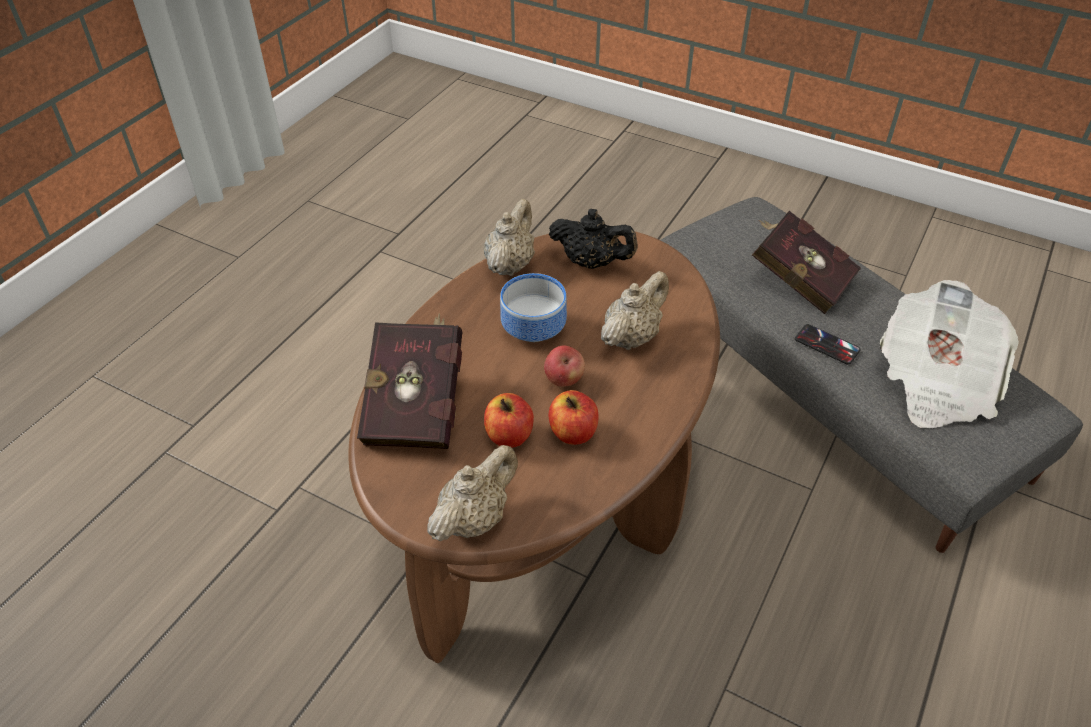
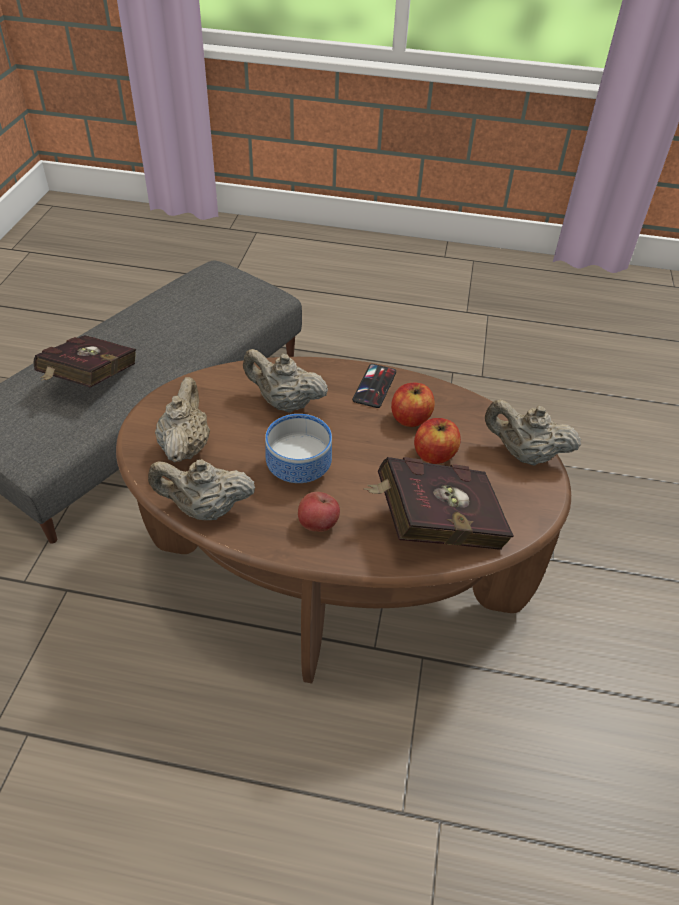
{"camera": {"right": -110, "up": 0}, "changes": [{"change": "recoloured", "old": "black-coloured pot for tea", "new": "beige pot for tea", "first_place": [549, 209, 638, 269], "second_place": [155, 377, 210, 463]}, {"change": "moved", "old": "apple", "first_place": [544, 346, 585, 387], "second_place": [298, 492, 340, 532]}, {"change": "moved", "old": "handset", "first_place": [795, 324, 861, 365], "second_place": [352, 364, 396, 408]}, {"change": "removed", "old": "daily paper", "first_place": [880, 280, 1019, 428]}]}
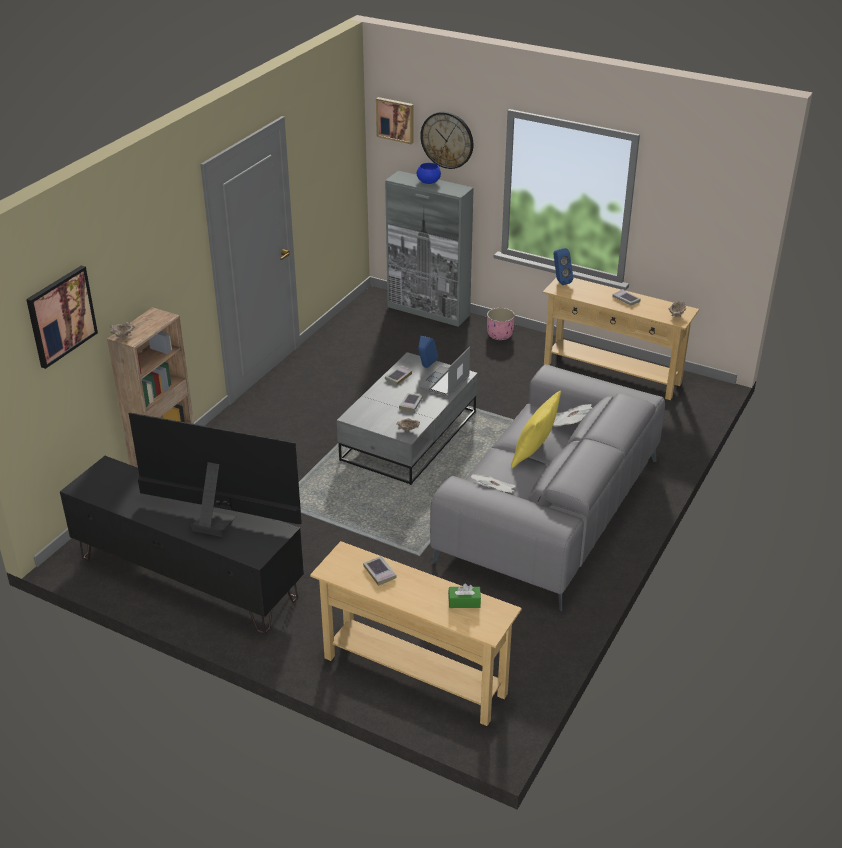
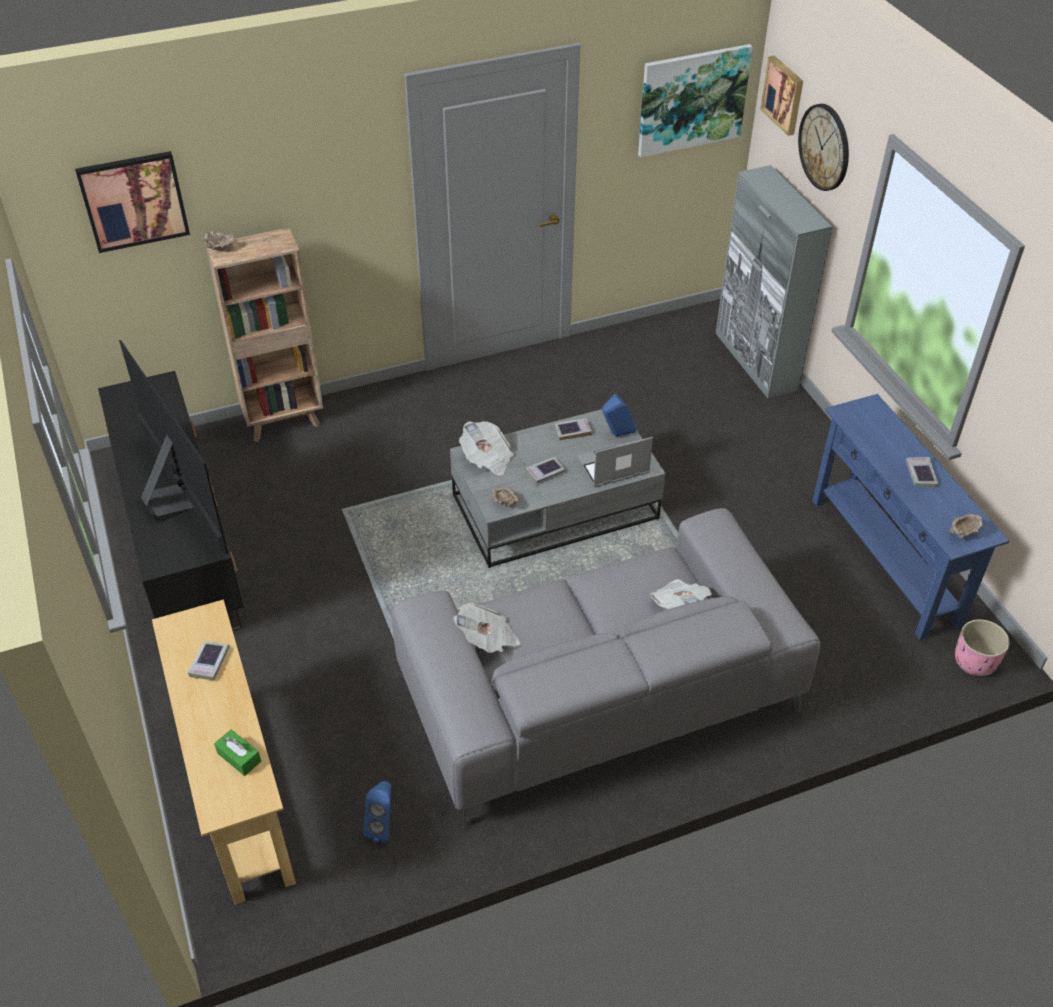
{"camera": {"right": 40, "up": 10}, "changes": [{"change": "moved", "old": "blue-coloured loudspeaker", "first_place": [553, 248, 573, 285], "second_place": [363, 781, 391, 843]}, {"change": "added", "new": "daily paper", "second_place": [459, 421, 514, 476]}, {"change": "added", "new": "picture", "second_place": [638, 44, 752, 157]}, {"change": "recoloured", "old": "beige hall table", "new": "blue-coloured hall table", "first_place": [543, 278, 699, 400], "second_place": [812, 394, 1009, 640]}, {"change": "moved", "old": "pink planter", "first_place": [487, 308, 515, 340], "second_place": [955, 619, 1010, 676]}, {"change": "removed", "old": "blue-coloured deep dish", "first_place": [417, 163, 441, 184]}, {"change": "removed", "old": "yellowish throw pillow", "first_place": [511, 391, 561, 468]}]}
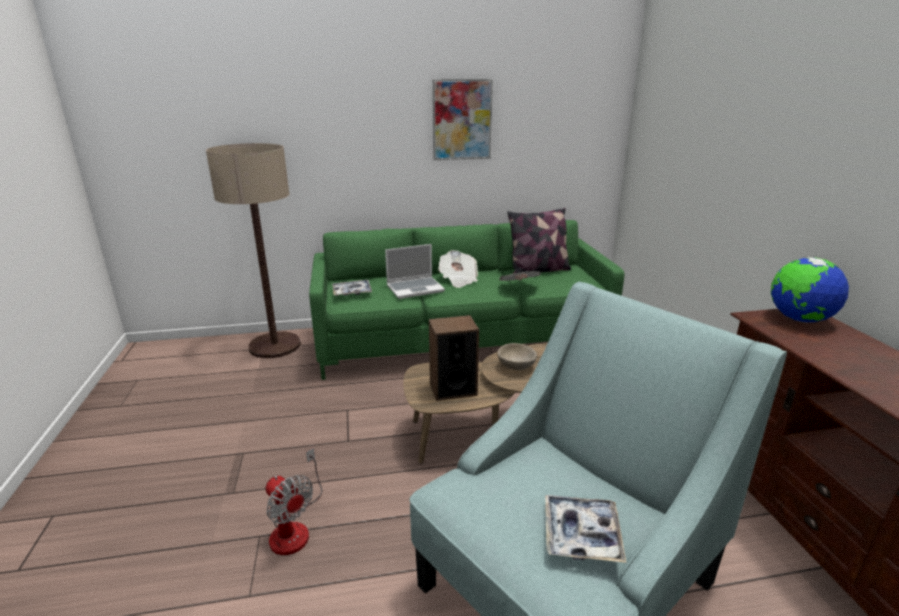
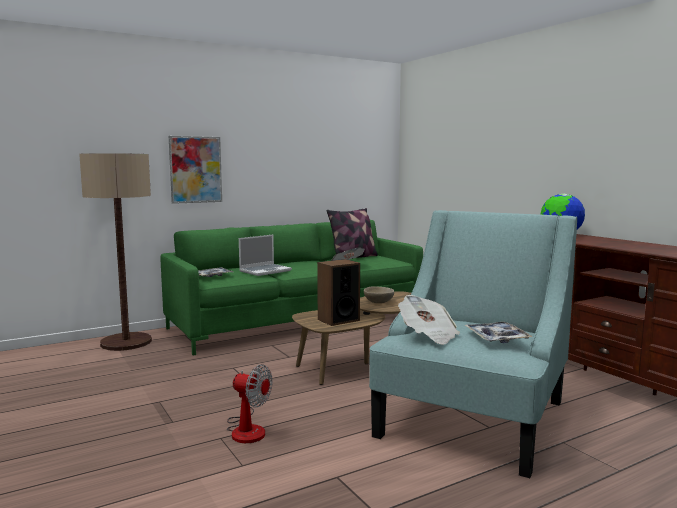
{"camera": {"right": -20, "up": -15}, "changes": [{"change": "moved", "old": "picture", "first_place": [433, 79, 493, 160], "second_place": [169, 136, 222, 204]}, {"change": "moved", "old": "daily paper", "first_place": [438, 250, 478, 288], "second_place": [398, 295, 460, 345]}]}
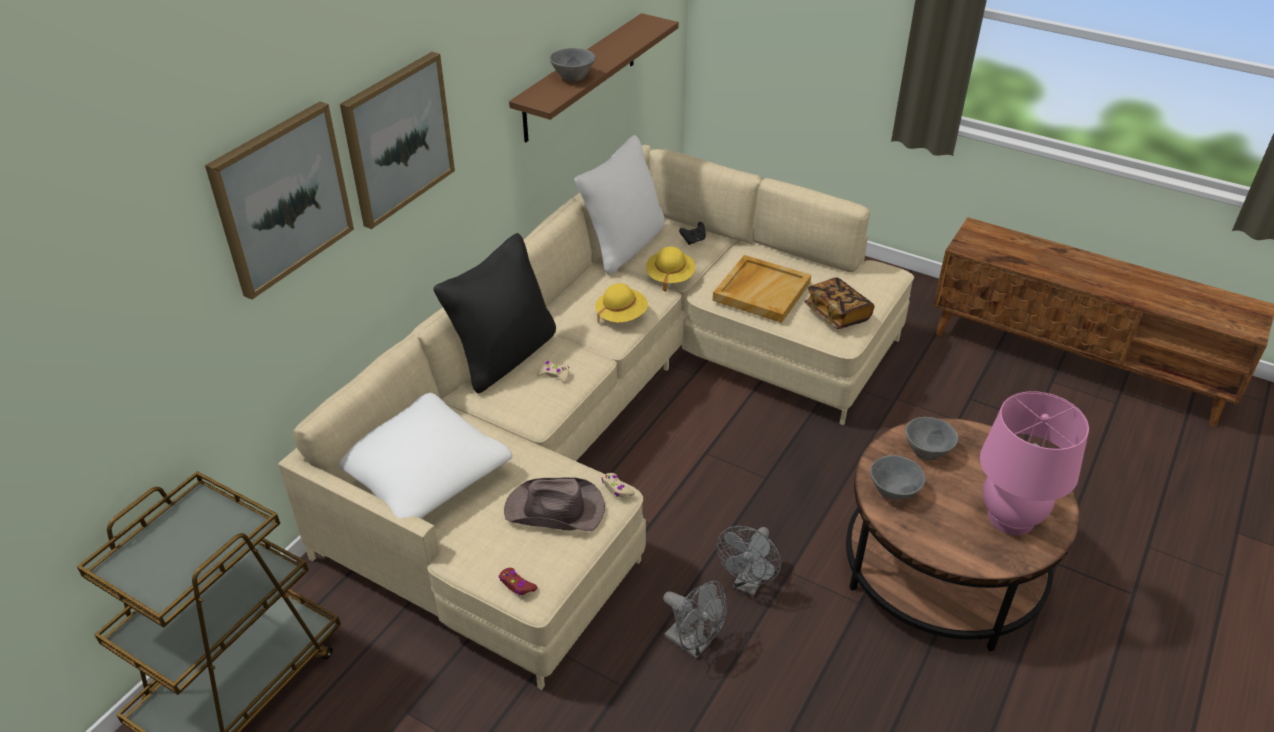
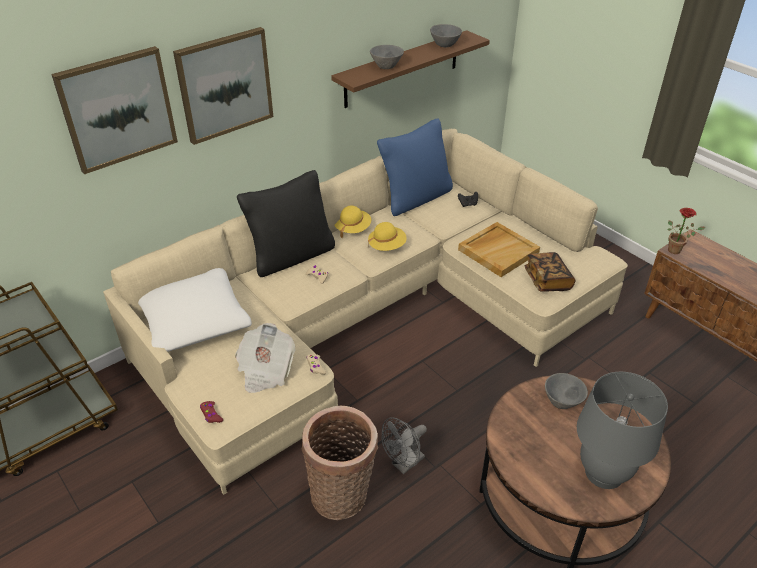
{"camera": {"right": 20, "up": 0}, "changes": [{"change": "replaced", "old": "brownish clothing hat", "new": "daily paper", "first_place": [504, 477, 605, 531], "second_place": [235, 323, 296, 393]}, {"change": "replaced", "old": "greyish electric fan", "new": "storage basket", "first_place": [663, 581, 727, 659], "second_place": [302, 406, 378, 520]}, {"change": "moved", "old": "yellowish clothing hat", "first_place": [646, 247, 695, 292], "second_place": [334, 206, 371, 238]}, {"change": "recoloured", "old": "whitish throw pillow", "new": "blue-coloured throw pillow", "first_place": [574, 135, 665, 275], "second_place": [377, 118, 453, 216]}, {"change": "moved", "old": "greyish deep dish", "first_place": [870, 455, 925, 500], "second_place": [430, 24, 462, 47]}, {"change": "recoloured", "old": "pink tabletop lamp", "new": "greyish tabletop lamp", "first_place": [980, 391, 1089, 535], "second_place": [577, 372, 668, 489]}, {"change": "added", "new": "potted plant", "second_place": [668, 208, 706, 254]}]}
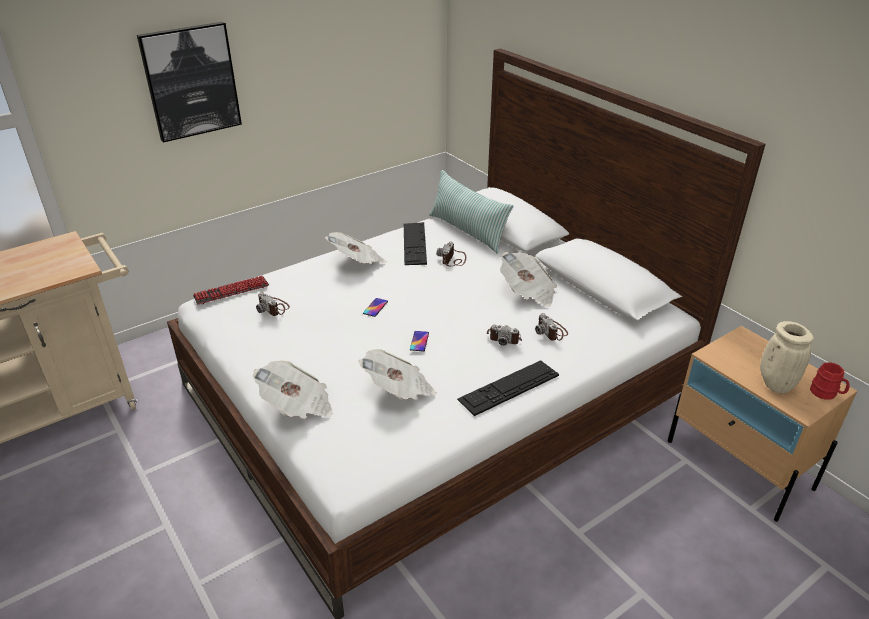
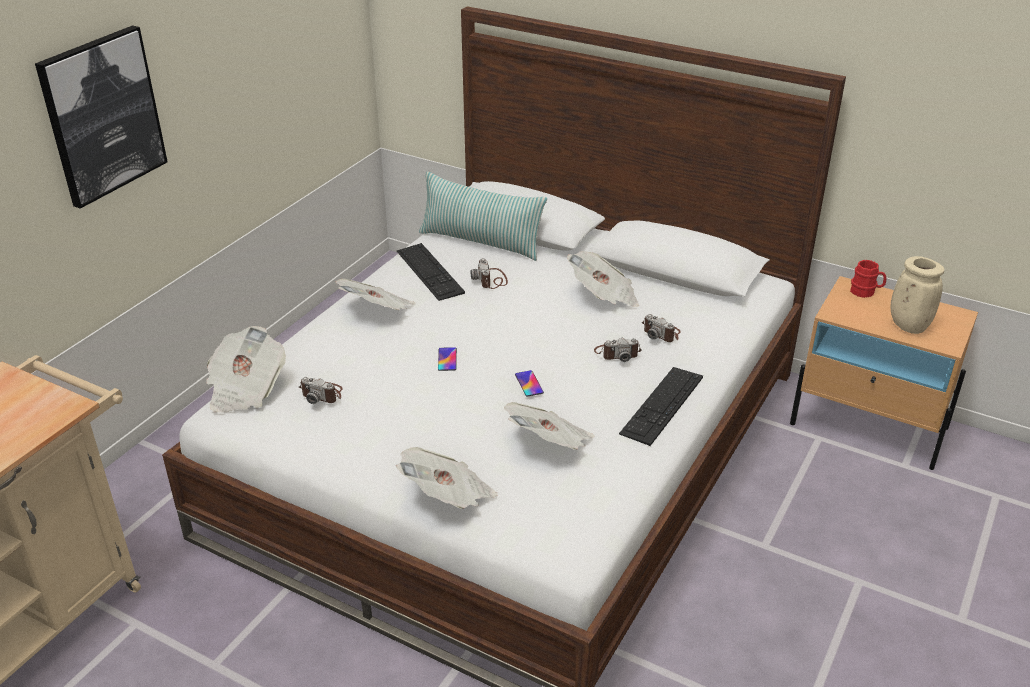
{"camera": {"right": -25, "up": 0}, "changes": [{"change": "replaced", "old": "computer keyboard", "new": "daily paper", "first_place": [193, 276, 269, 304], "second_place": [206, 326, 286, 413]}, {"change": "moved", "old": "red coffee mug", "first_place": [810, 362, 849, 400], "second_place": [850, 260, 886, 298]}]}
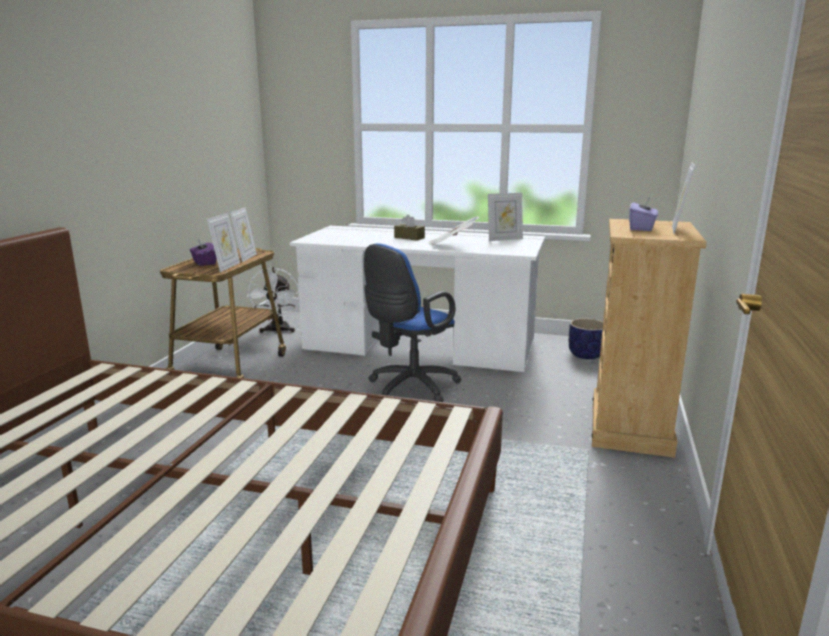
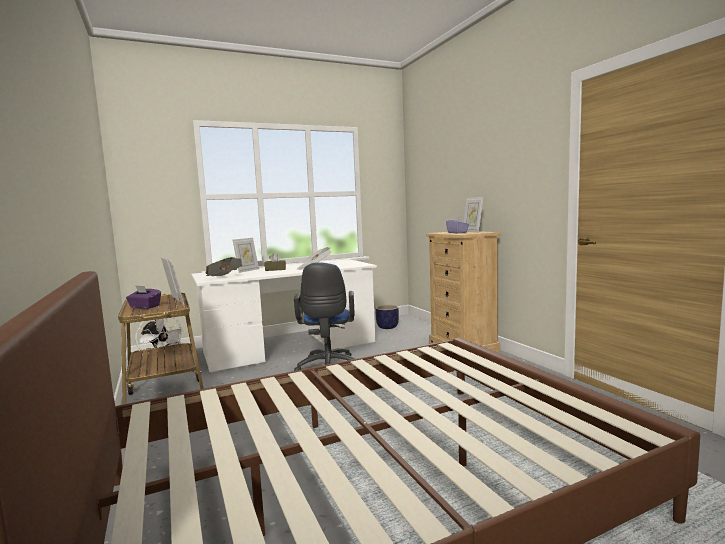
{"camera": {"right": -40, "up": -10}, "changes": [{"change": "added", "new": "daily paper", "second_place": [206, 257, 242, 276]}, {"change": "moved", "old": "picture frame", "first_place": [488, 193, 523, 241], "second_place": [233, 238, 259, 273]}]}
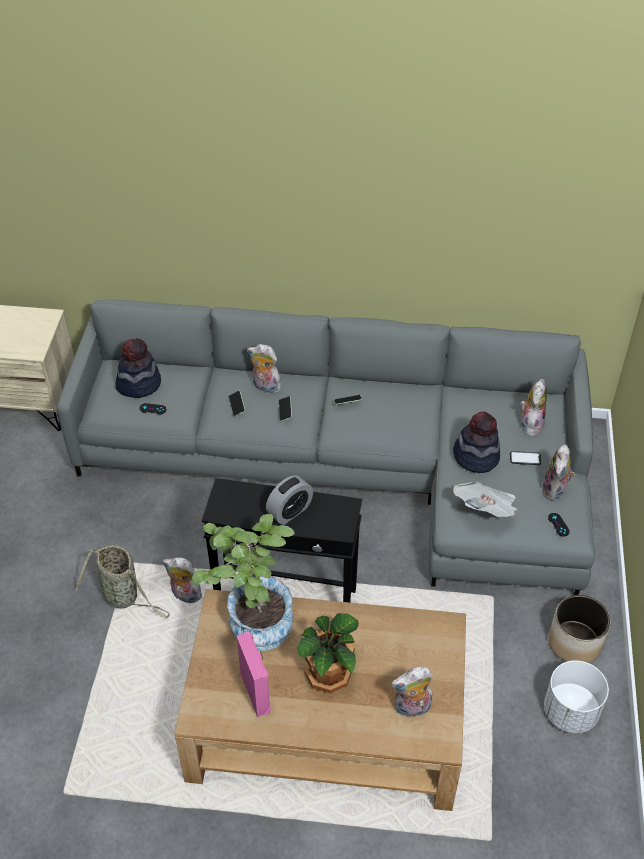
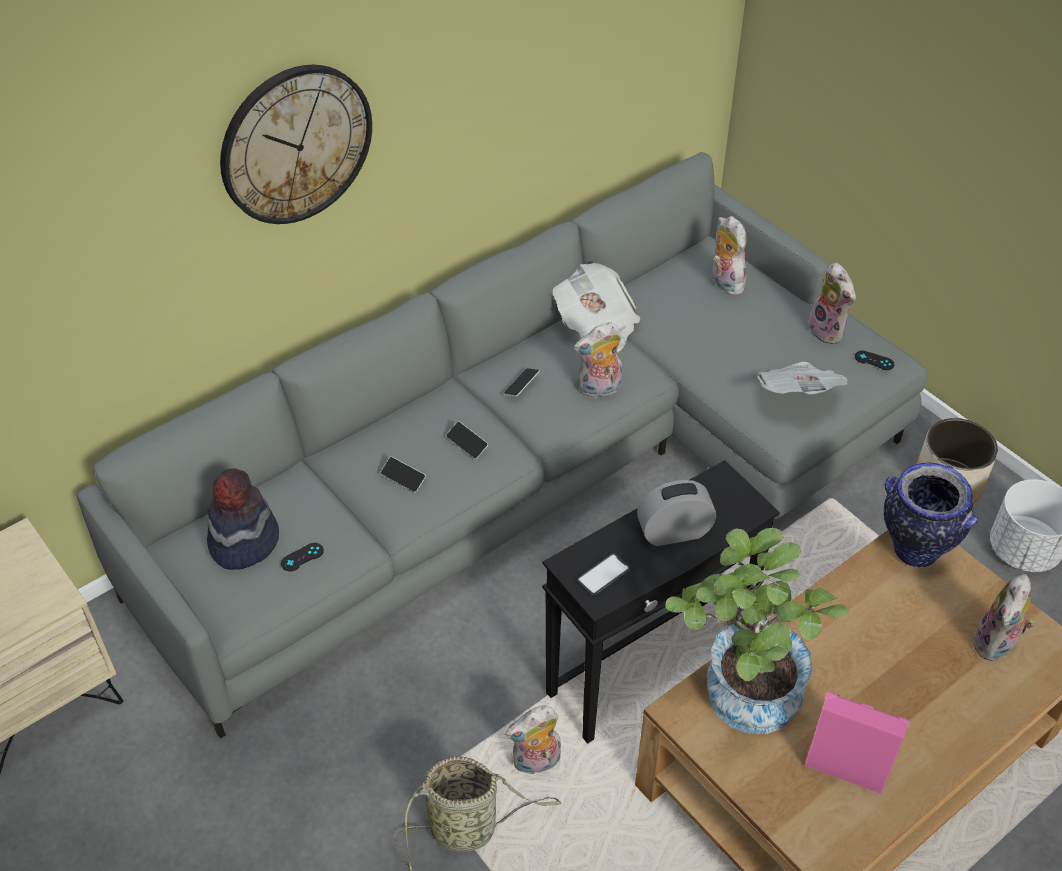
{"camera": {"right": -45, "up": 0}, "changes": [{"change": "added", "new": "wall clock", "second_place": [220, 65, 372, 224]}, {"change": "added", "new": "daily paper", "second_place": [553, 263, 641, 353]}, {"change": "moved", "old": "cuddly toy", "first_place": [247, 344, 281, 394], "second_place": [574, 322, 622, 399]}, {"change": "moved", "old": "handset", "first_place": [510, 451, 541, 465], "second_place": [576, 553, 631, 596]}, {"change": "turned", "old": "alarm clock", "first_place": [266, 475, 313, 525], "second_place": [637, 480, 716, 546], "degrees": -105}, {"change": "added", "new": "decorative vase", "second_place": [884, 463, 978, 567]}, {"change": "removed", "old": "potted plant", "first_place": [297, 613, 359, 693]}, {"change": "removed", "old": "clothing hat", "first_place": [453, 412, 500, 473]}]}
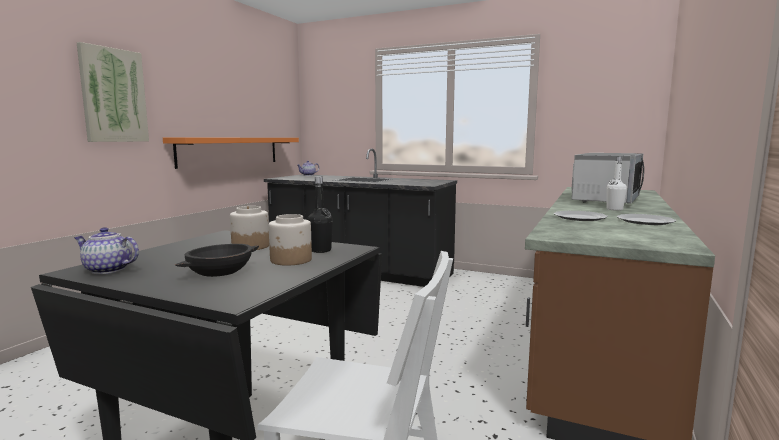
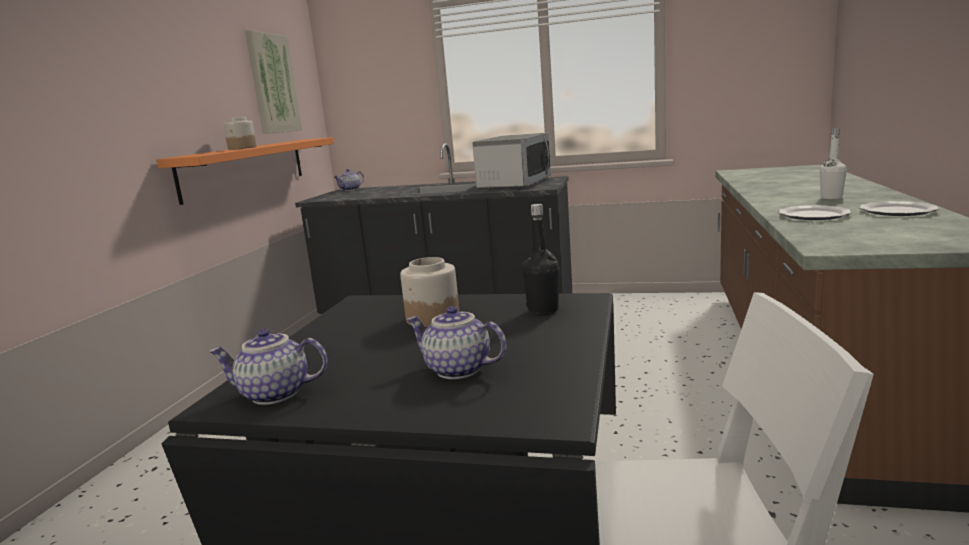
{"camera": {"right": -10, "up": 5}, "changes": [{"change": "moved", "old": "preserve jar", "first_place": [269, 214, 312, 266], "second_place": [223, 117, 257, 150]}, {"change": "moved", "old": "picture", "first_place": [77, 42, 149, 142], "second_place": [245, 30, 302, 134]}, {"change": "replaced", "old": "black-coloured deep dish", "new": "pot for tea", "first_place": [175, 244, 259, 277], "second_place": [407, 306, 507, 379]}, {"change": "moved", "old": "kitchen microwave", "first_place": [571, 153, 644, 204], "second_place": [472, 133, 551, 189]}]}
